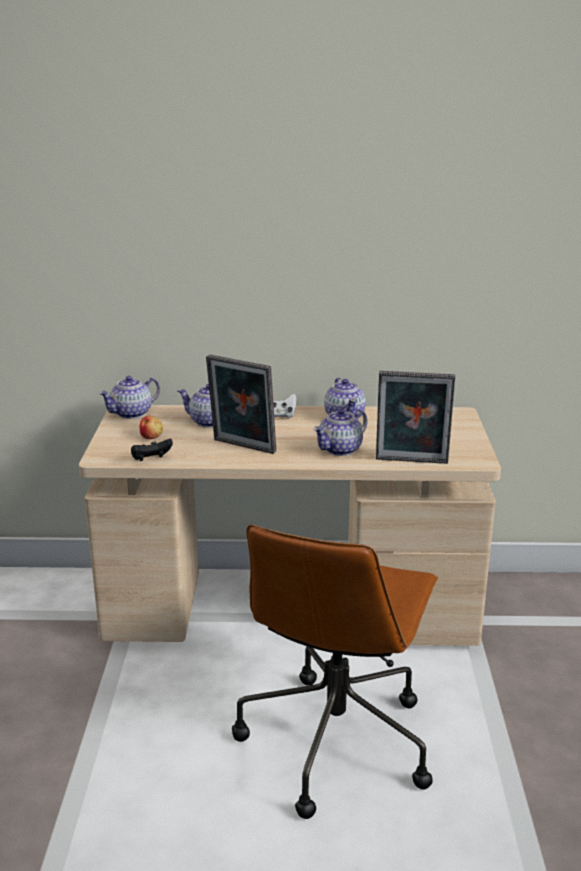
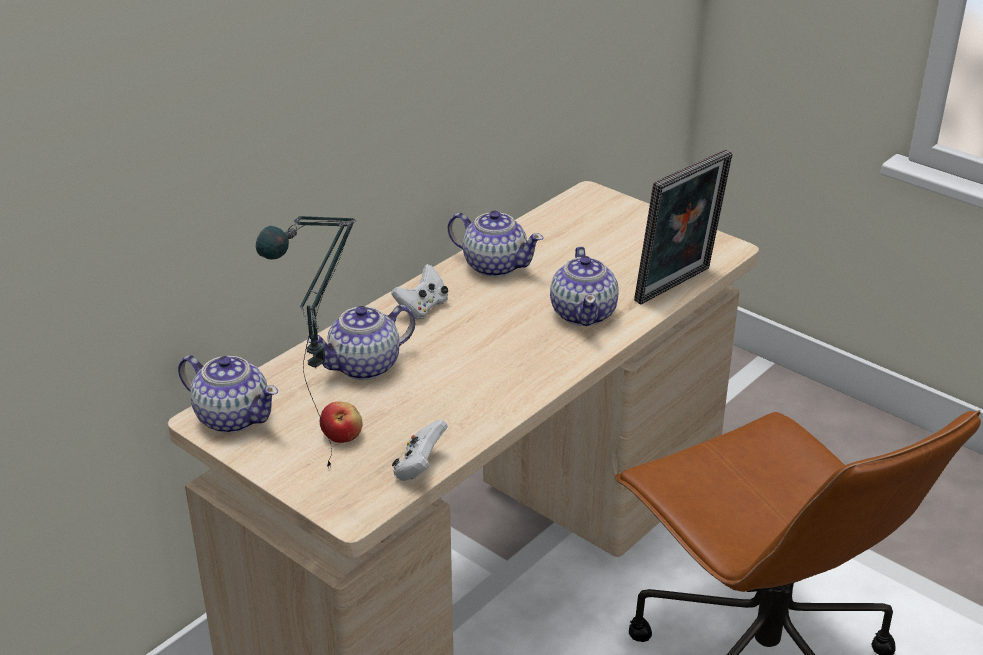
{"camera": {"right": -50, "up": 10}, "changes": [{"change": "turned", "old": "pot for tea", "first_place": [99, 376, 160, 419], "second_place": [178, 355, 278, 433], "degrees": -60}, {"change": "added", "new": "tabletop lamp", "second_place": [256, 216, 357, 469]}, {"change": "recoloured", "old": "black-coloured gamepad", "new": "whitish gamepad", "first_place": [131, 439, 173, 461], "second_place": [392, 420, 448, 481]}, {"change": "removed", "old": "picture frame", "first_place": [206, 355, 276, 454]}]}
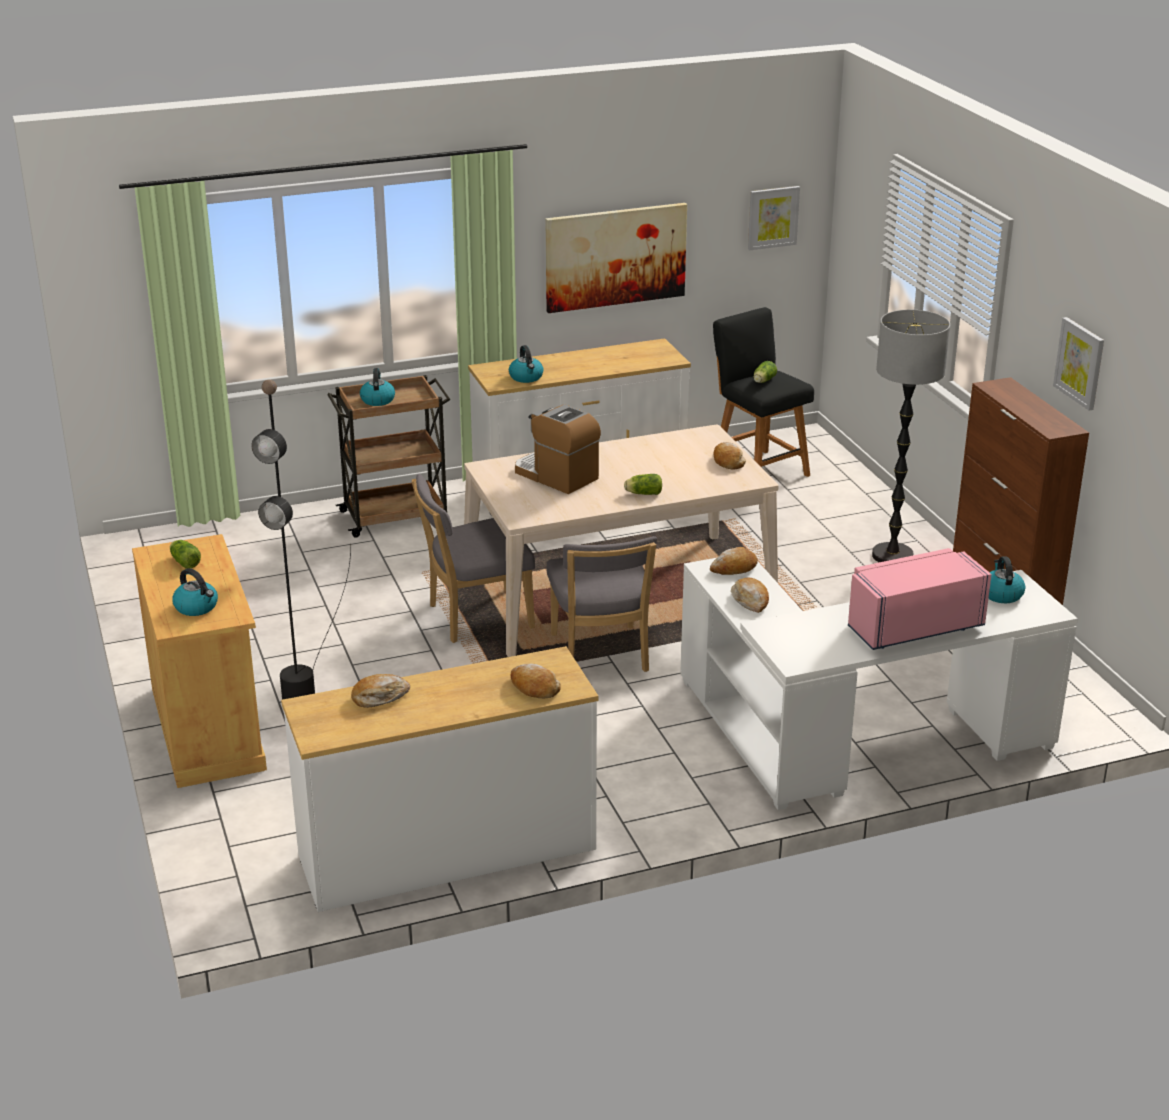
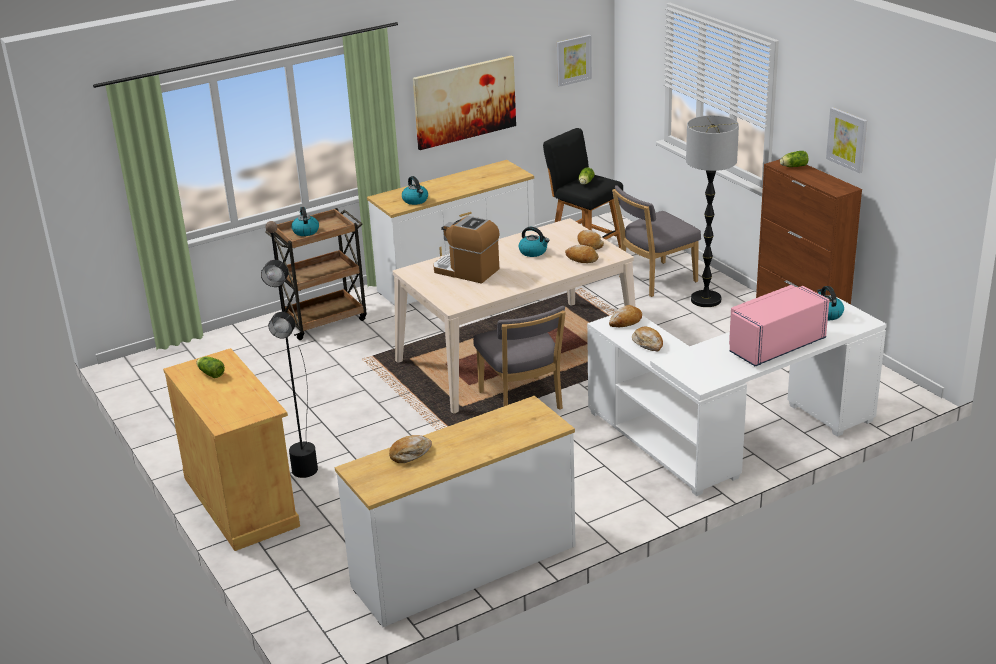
{"camera": {"right": -10, "up": 0}, "changes": [{"change": "moved", "old": "tea kettle", "first_place": [172, 568, 218, 616], "second_place": [519, 227, 550, 257]}, {"change": "moved", "old": "bakery bread", "first_place": [511, 663, 561, 699], "second_place": [565, 245, 599, 263]}, {"change": "moved", "old": "greyish plain chair", "first_place": [412, 474, 535, 643], "second_place": [612, 185, 701, 297]}, {"change": "moved", "old": "lettuce", "first_place": [624, 474, 662, 495], "second_place": [780, 151, 808, 167]}]}
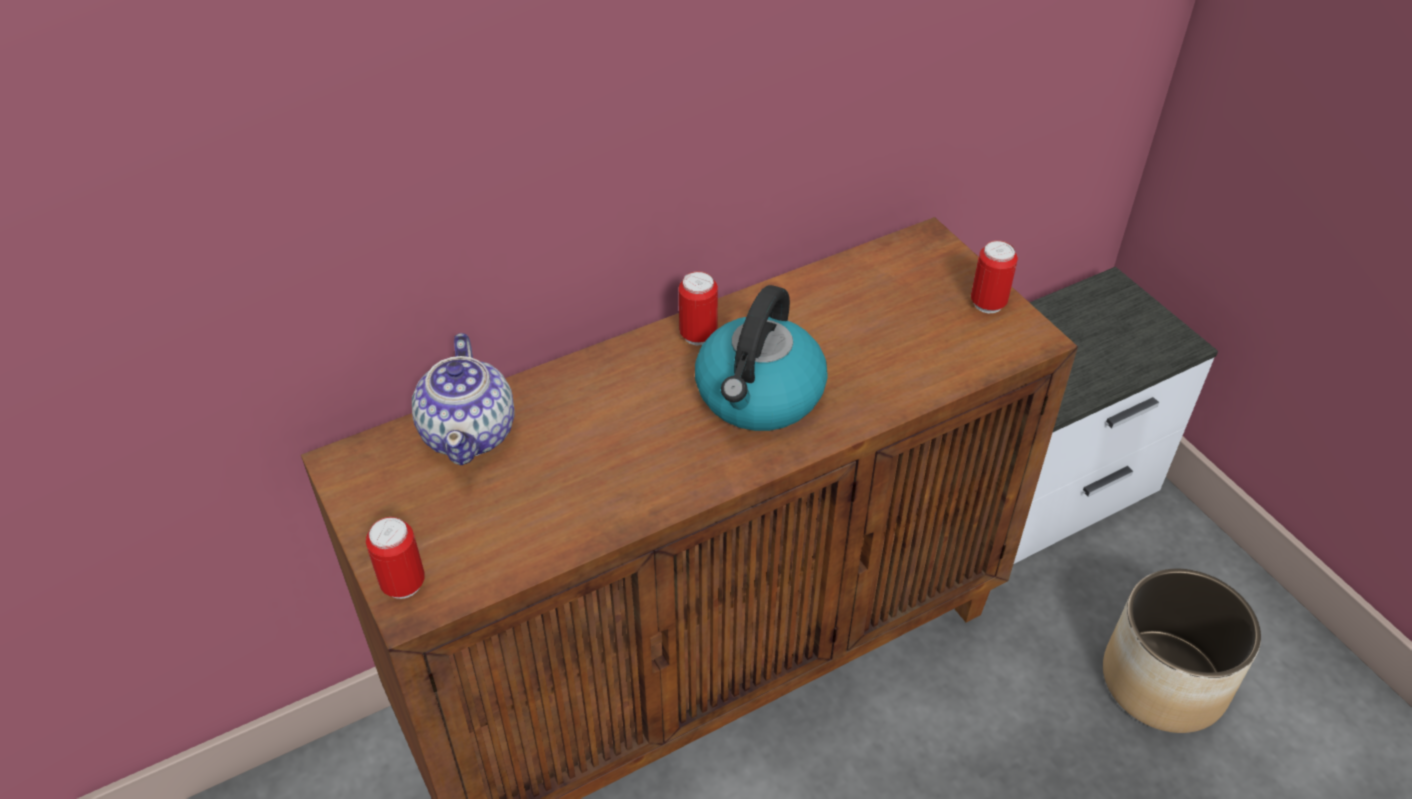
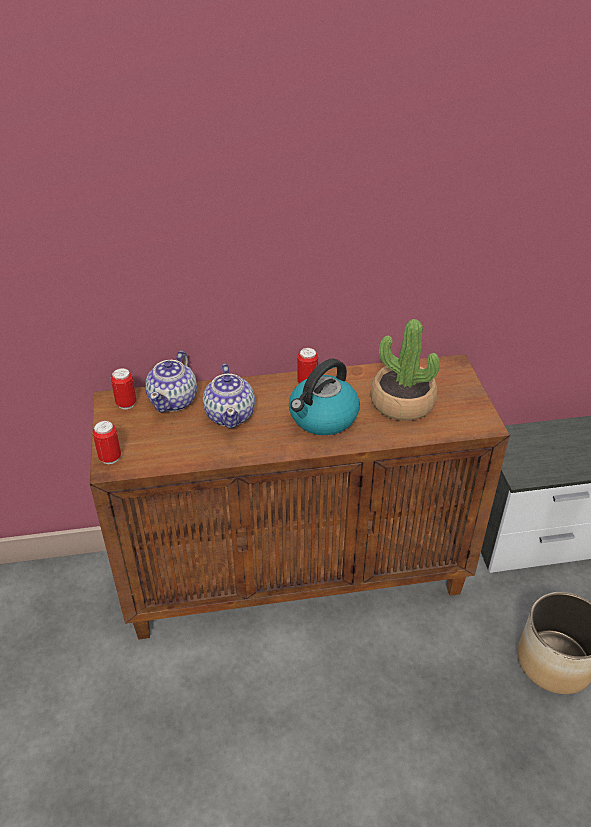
{"camera": {"right": 20, "up": -5}, "changes": [{"change": "moved", "old": "can", "first_place": [971, 240, 1018, 313], "second_place": [111, 368, 136, 409]}, {"change": "added", "new": "pot for tea", "second_place": [203, 364, 255, 429]}, {"change": "added", "new": "potted plant", "second_place": [370, 319, 440, 421]}]}
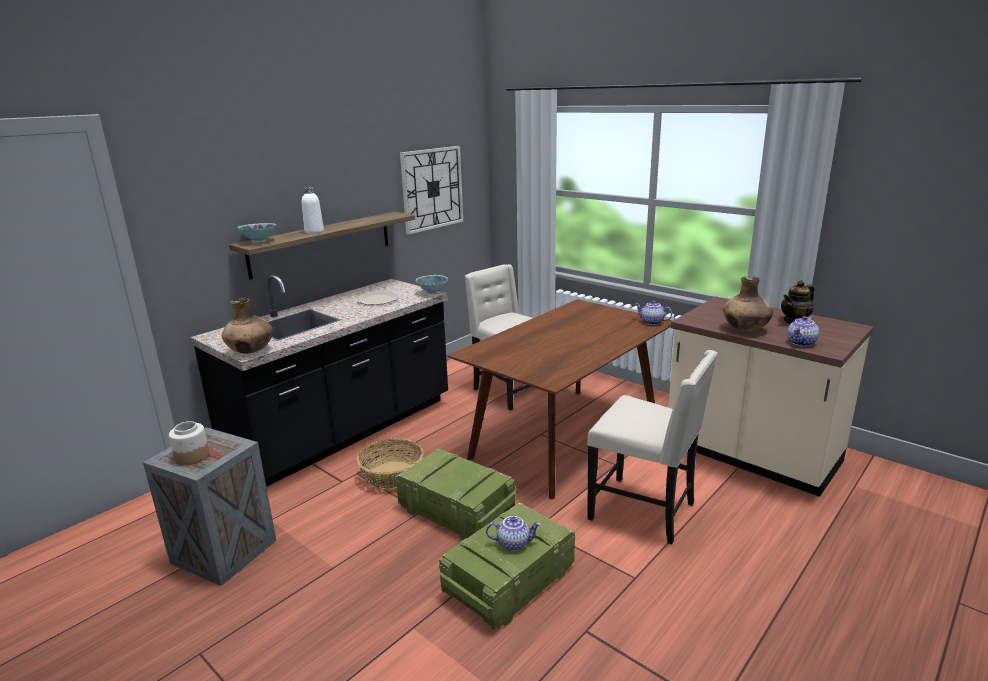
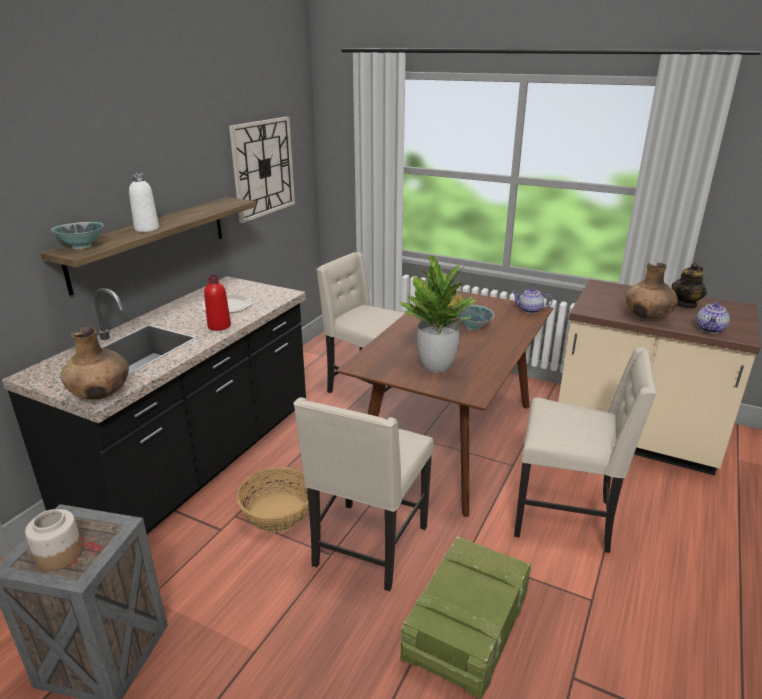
{"camera": {"right": -15, "up": 5}, "changes": [{"change": "added", "new": "red drink bottle", "second_place": [204, 275, 231, 331]}, {"change": "replaced", "old": "crate", "new": "beige plain chair", "first_place": [396, 448, 516, 540], "second_place": [293, 397, 433, 591]}, {"change": "added", "new": "potted plant", "second_place": [400, 255, 476, 373]}, {"change": "moved", "old": "deep dish", "first_place": [416, 275, 448, 294], "second_place": [458, 305, 494, 330]}, {"change": "removed", "old": "pot for tea", "first_place": [486, 516, 541, 551]}]}
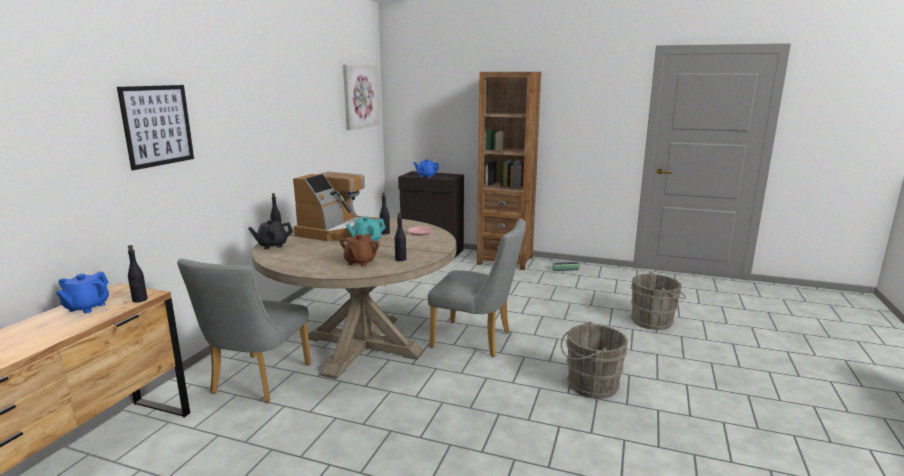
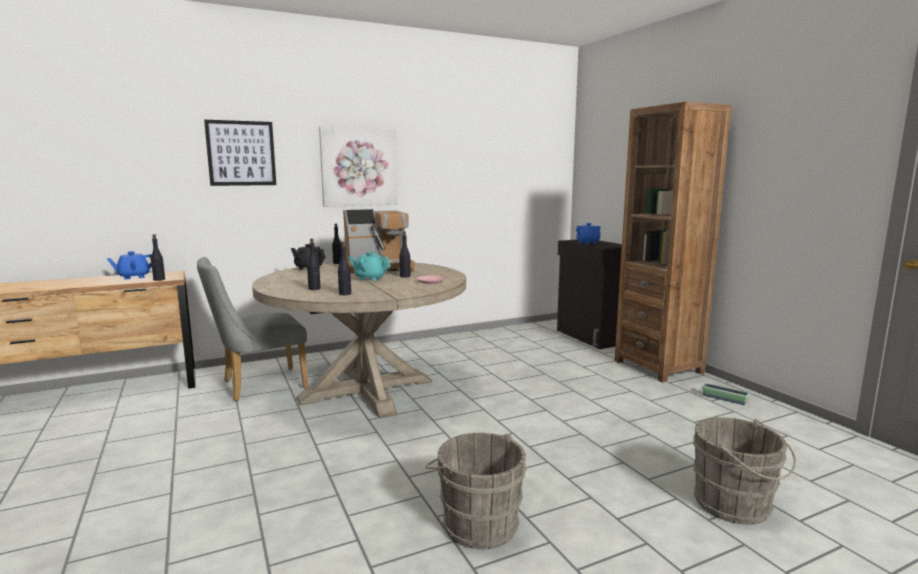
{"camera": {"right": 45, "up": -5}, "changes": [{"change": "replaced", "old": "brownish pot for tea", "new": "black-coloured drink bottle", "first_place": [339, 234, 380, 266], "second_place": [307, 239, 320, 290]}, {"change": "moved", "old": "picture", "first_place": [343, 65, 378, 130], "second_place": [319, 126, 397, 207]}, {"change": "removed", "old": "greyish plain chair", "first_place": [428, 219, 526, 357]}]}
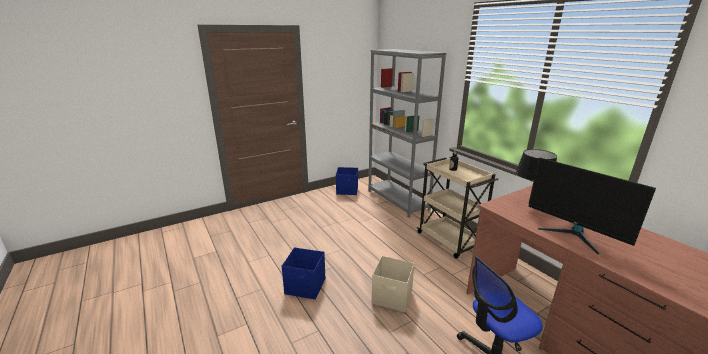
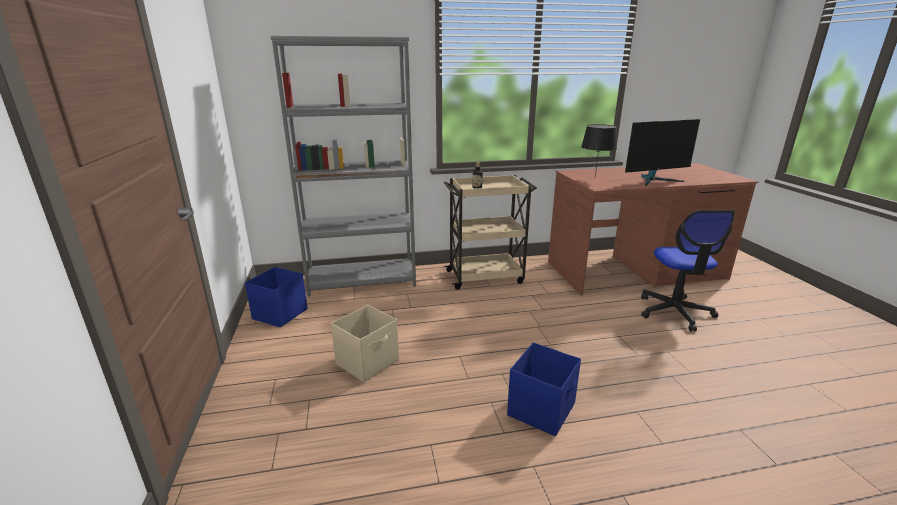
{"camera": {"right": -70, "up": 0}, "changes": [{"change": "moved", "old": "beige storage bin", "first_place": [372, 256, 414, 312], "second_place": [331, 305, 399, 382]}]}
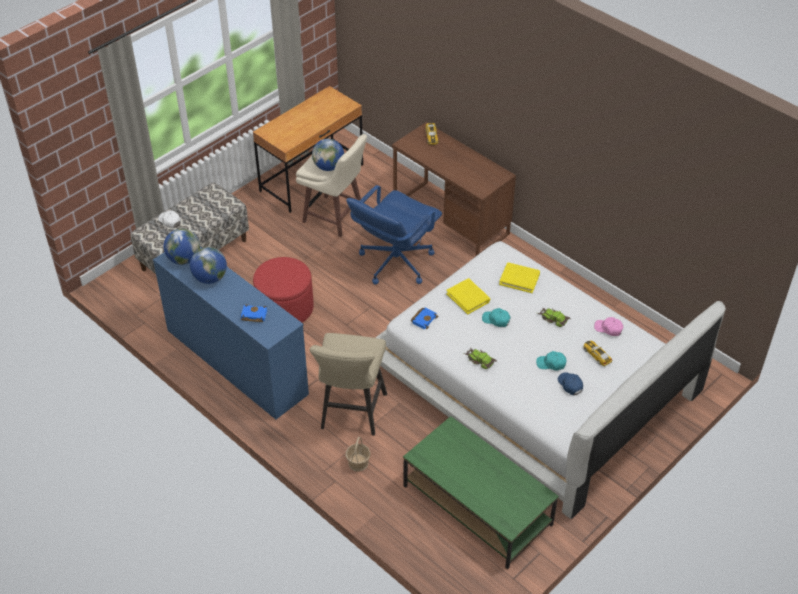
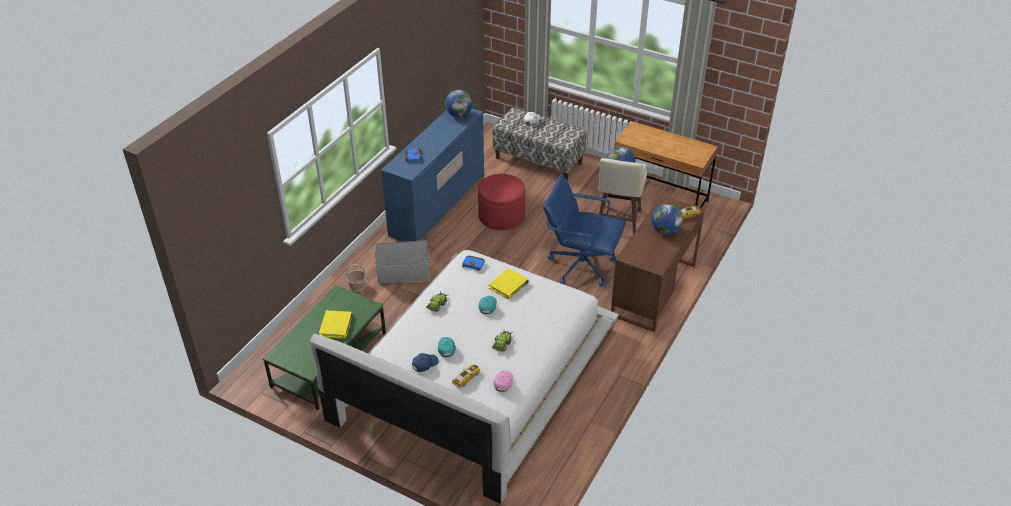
{"camera": {"right": 75, "up": -5}, "changes": [{"change": "moved", "old": "yellowish bound book", "first_place": [499, 262, 540, 293], "second_place": [319, 310, 353, 339]}, {"change": "replaced", "old": "beige sitting stool", "new": "greyish storage bin", "first_place": [310, 333, 387, 436], "second_place": [375, 240, 430, 284]}, {"change": "moved", "old": "desk globe", "first_place": [190, 247, 227, 284], "second_place": [651, 204, 683, 235]}]}
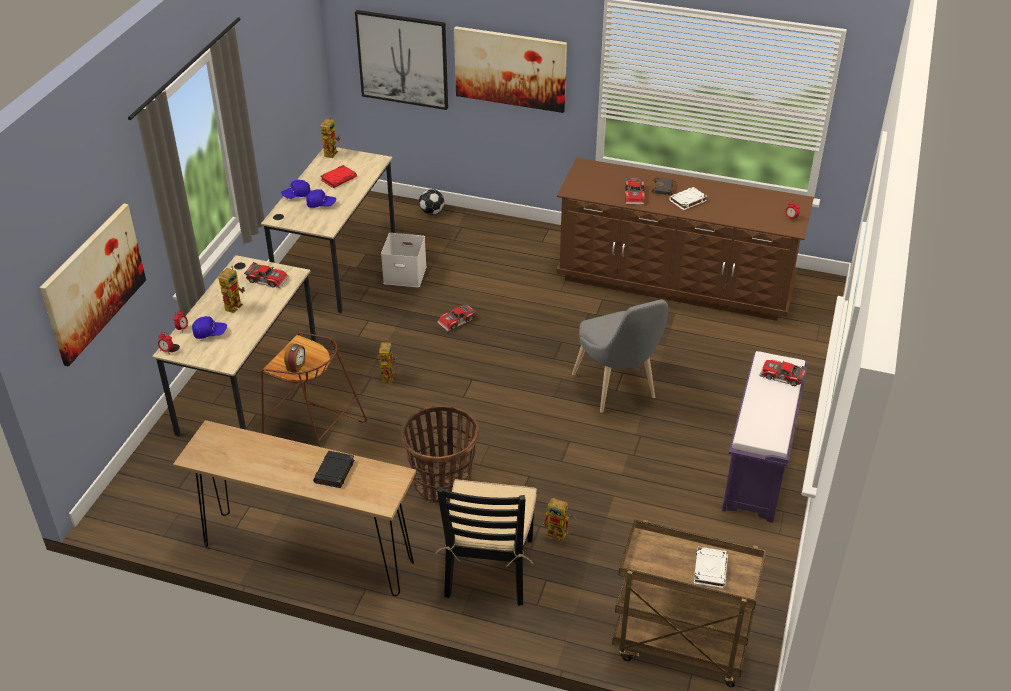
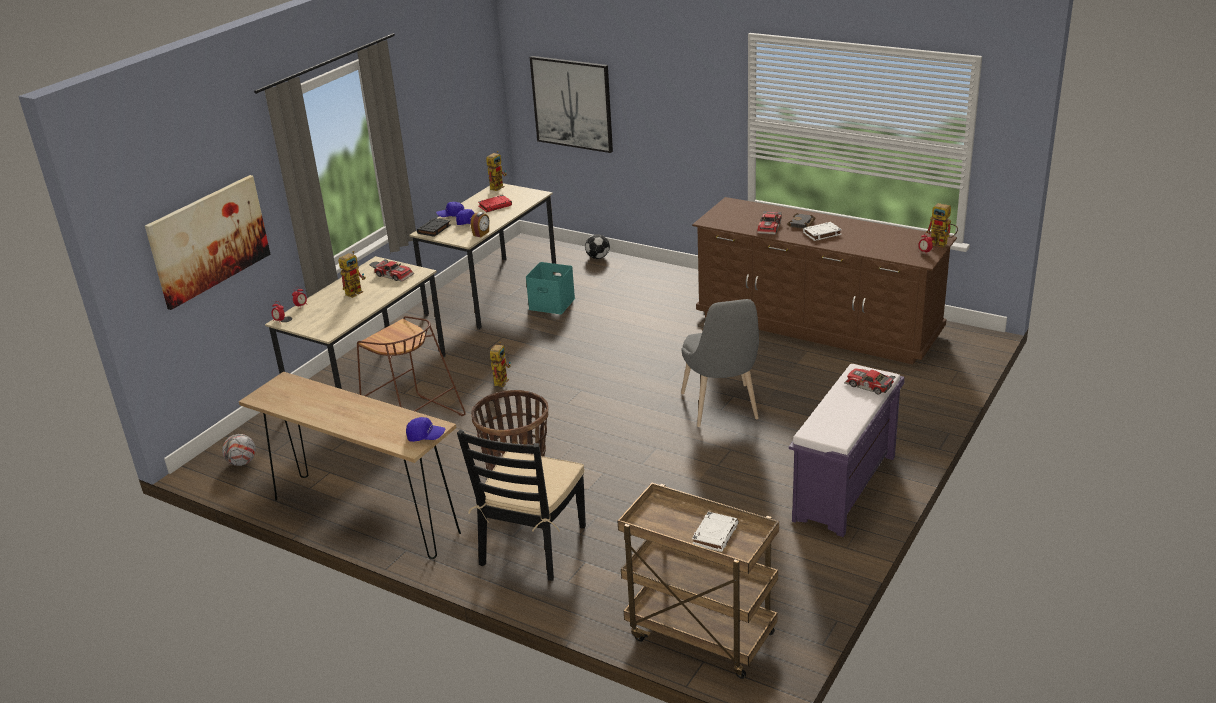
{"camera": {"right": 15, "up": -10}, "changes": [{"change": "added", "new": "football ball", "second_place": [222, 434, 256, 466]}, {"change": "moved", "old": "blue-coloured peaked cap", "first_place": [192, 316, 227, 339], "second_place": [406, 417, 445, 442]}, {"change": "moved", "old": "black-coloured bound book", "first_place": [313, 451, 355, 488], "second_place": [417, 218, 450, 237]}, {"change": "moved", "old": "alarm clock", "first_place": [284, 343, 305, 372], "second_place": [470, 212, 490, 237]}, {"change": "recoloured", "old": "whitish storage bin", "new": "blue-green storage bin", "first_place": [381, 233, 427, 287], "second_place": [526, 262, 575, 314]}, {"change": "moved", "old": "robot figure", "first_place": [542, 498, 577, 542], "second_place": [926, 203, 958, 247]}, {"change": "removed", "old": "toy car", "first_place": [437, 303, 476, 331]}, {"change": "removed", "old": "picture", "first_place": [454, 26, 567, 113]}]}
